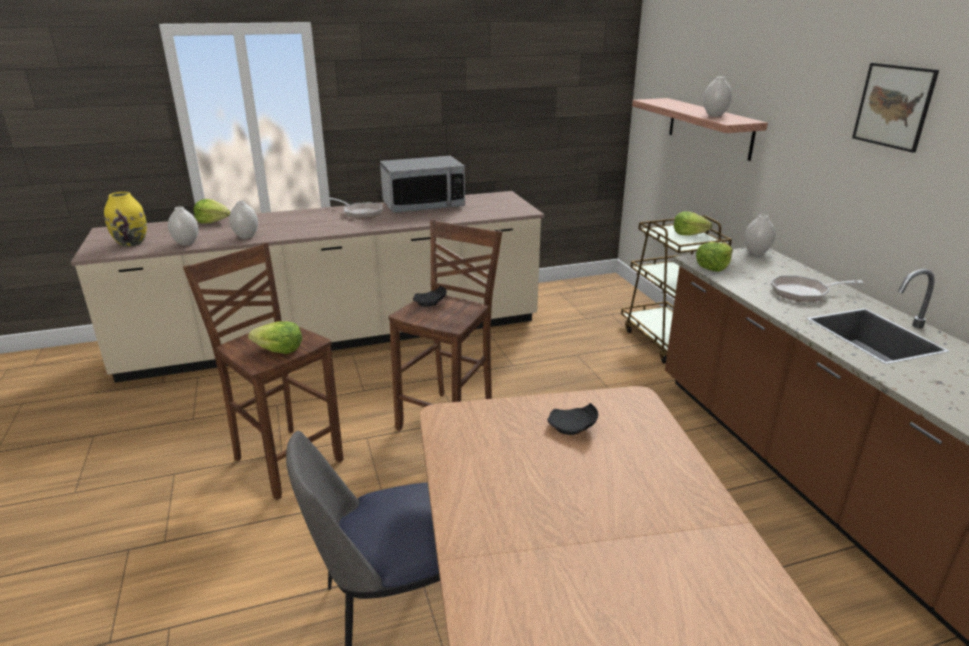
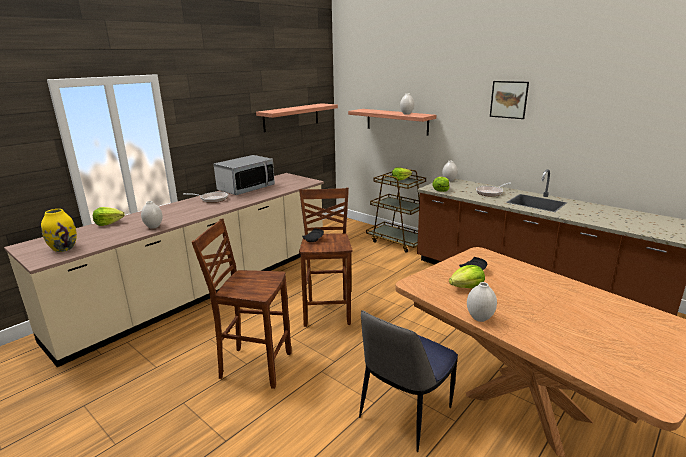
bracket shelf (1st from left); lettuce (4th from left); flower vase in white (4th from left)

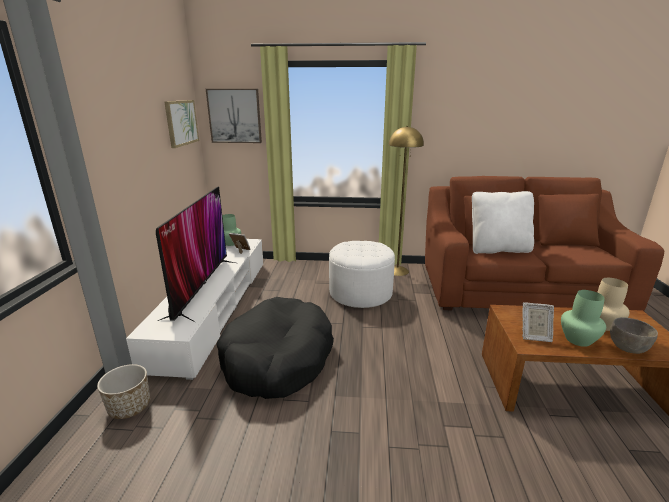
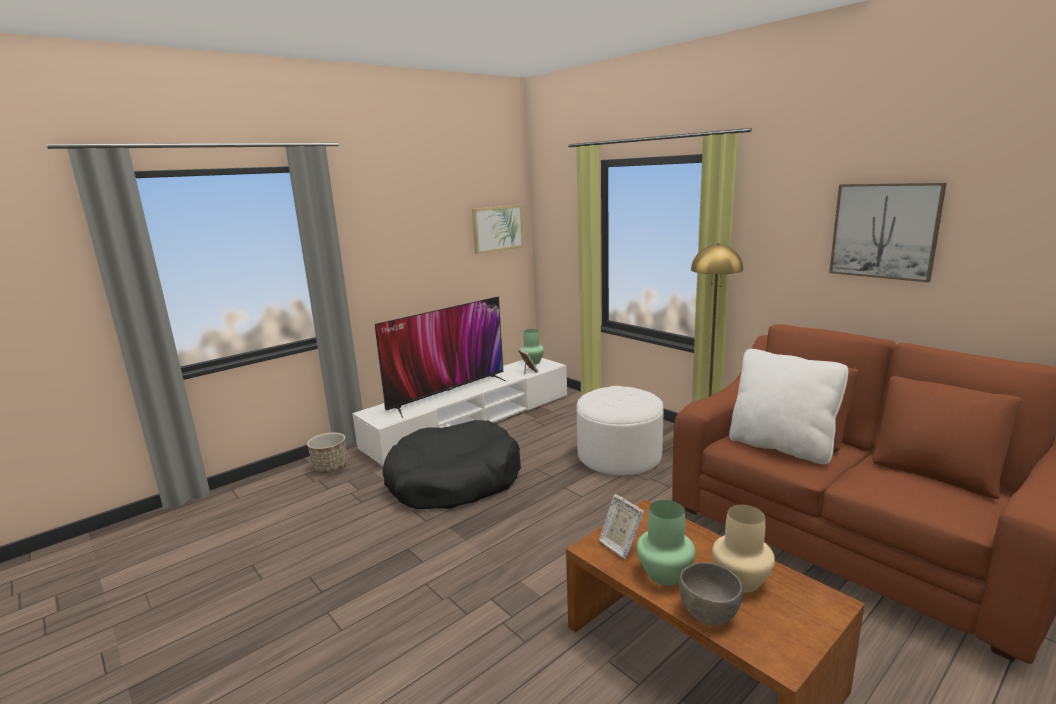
picture (2nd from left)

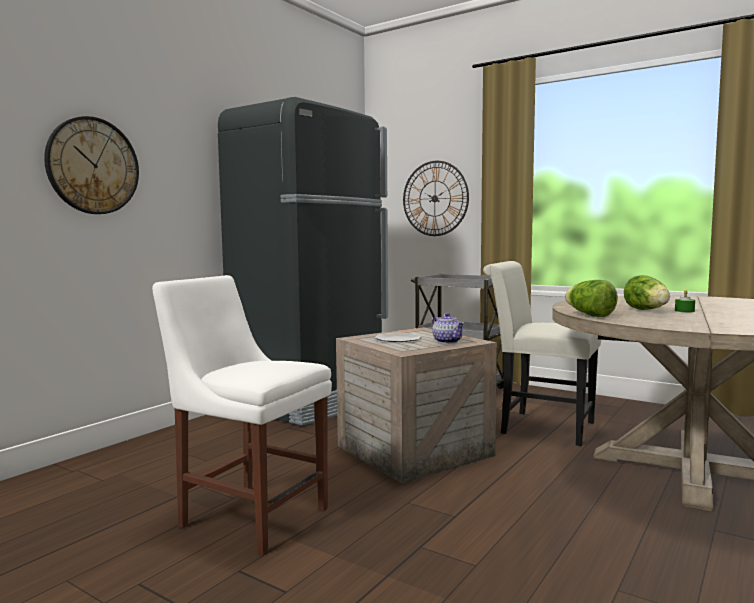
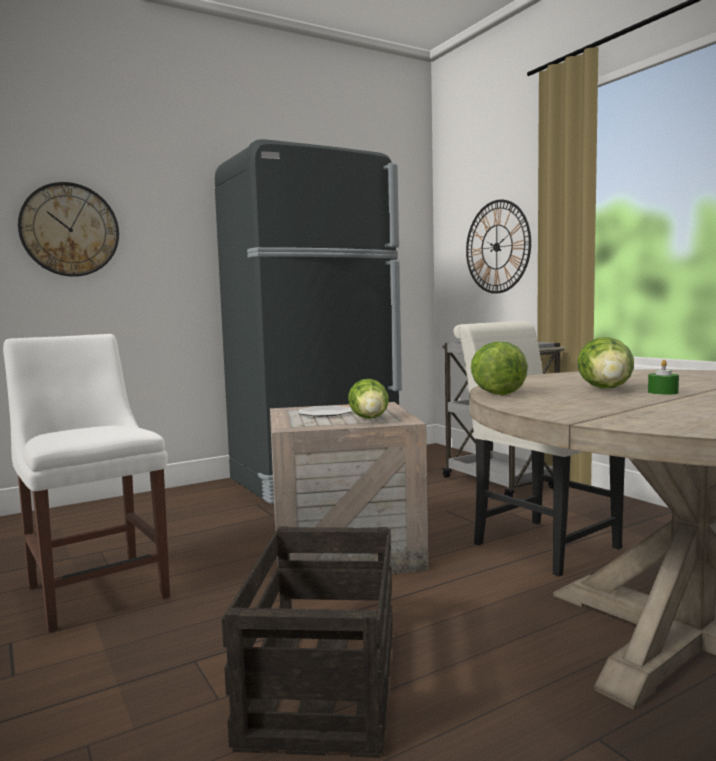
shipping crate (1st from left); lettuce (1st from left)

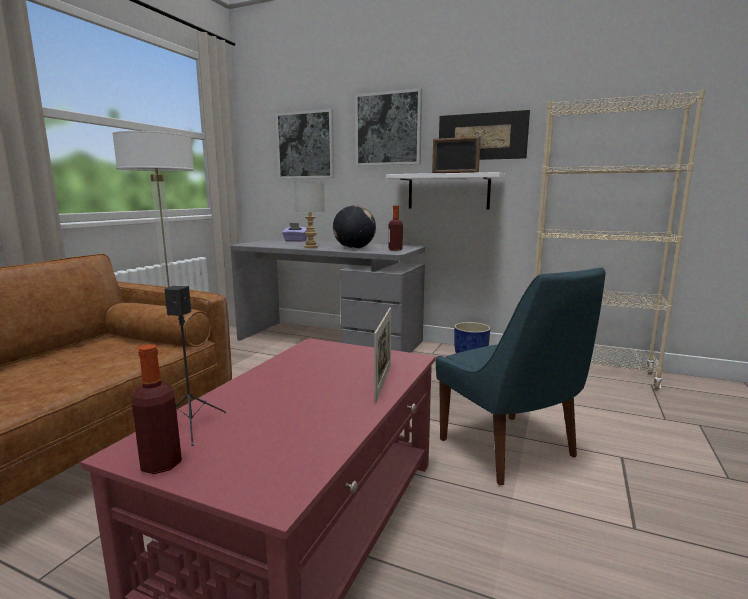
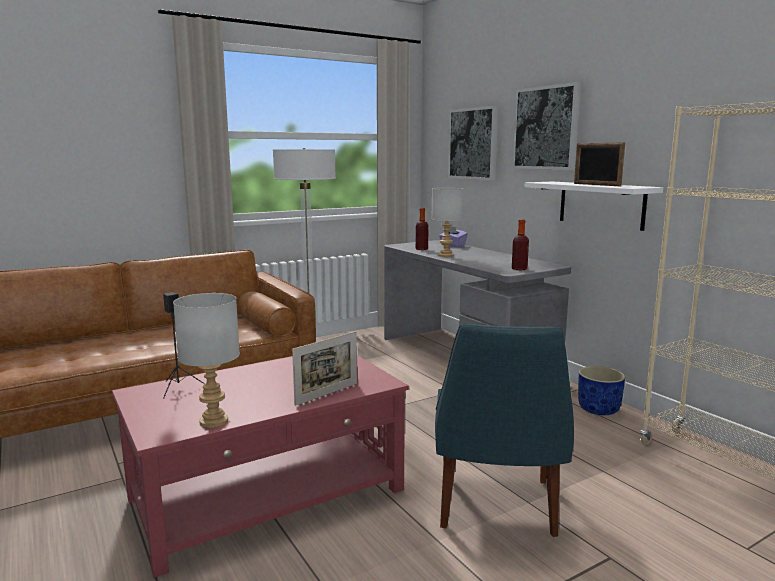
lamp for a table in grey (1st from left); drink bottle (1st from left); globe; picture (3rd from left in the first image)

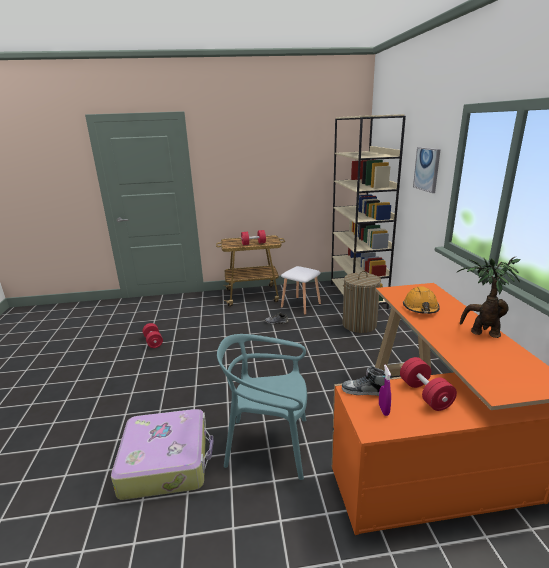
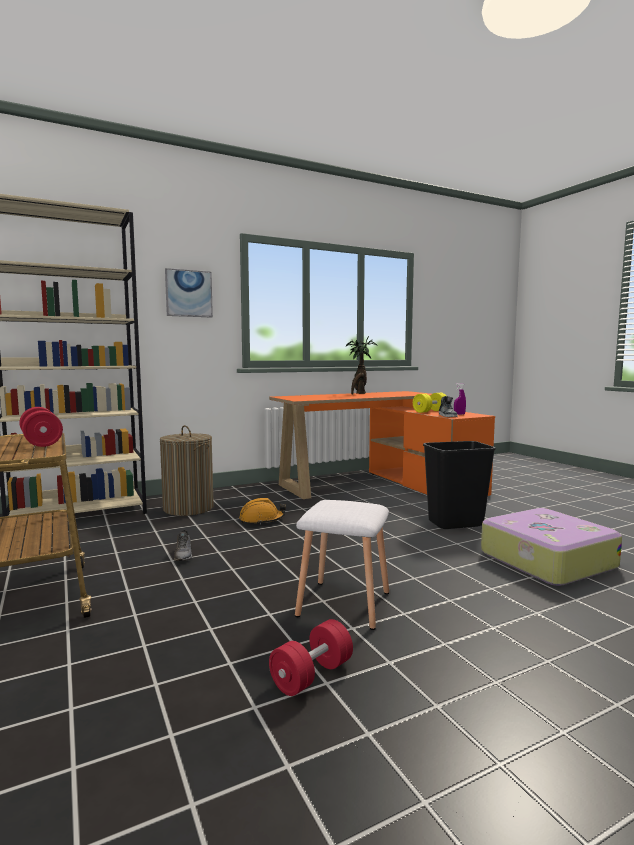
hard hat in orange; stool in white; dumbbell in yellow; rubbish bin in black

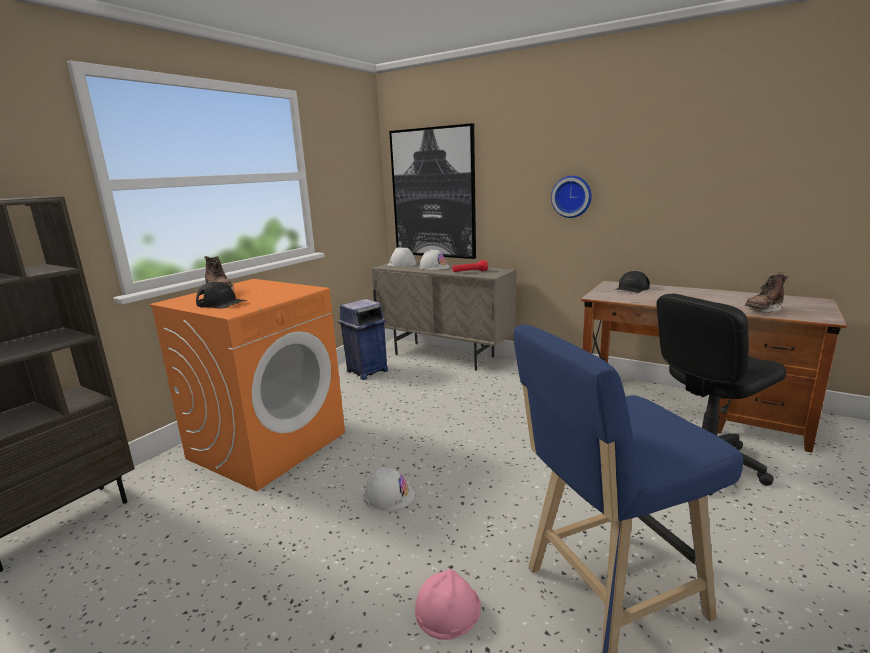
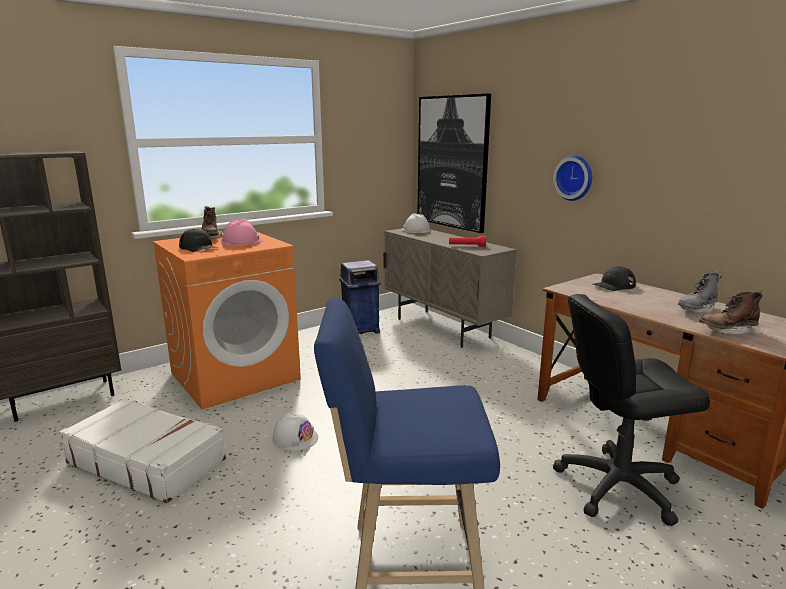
piece of luggage in white; hard hat in pink; high-top boot in grey; hard hat in white (3rd from left in the first image)

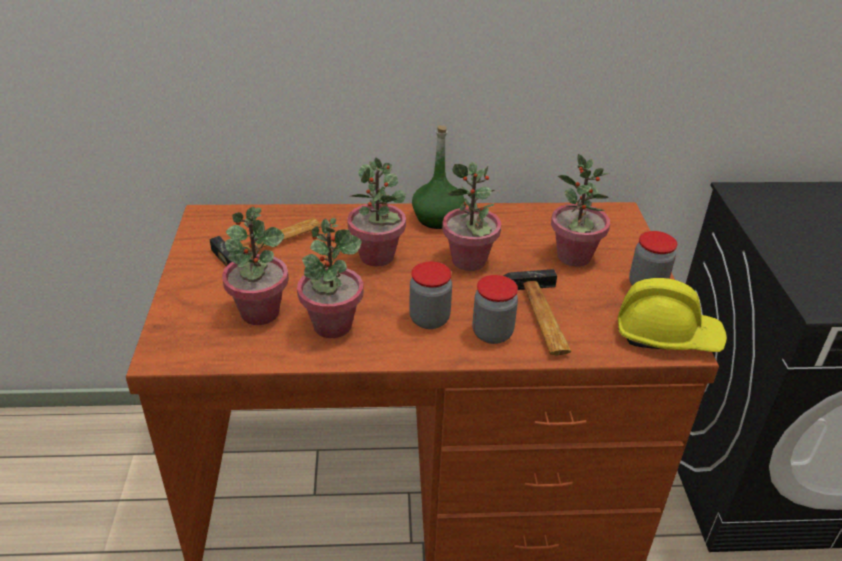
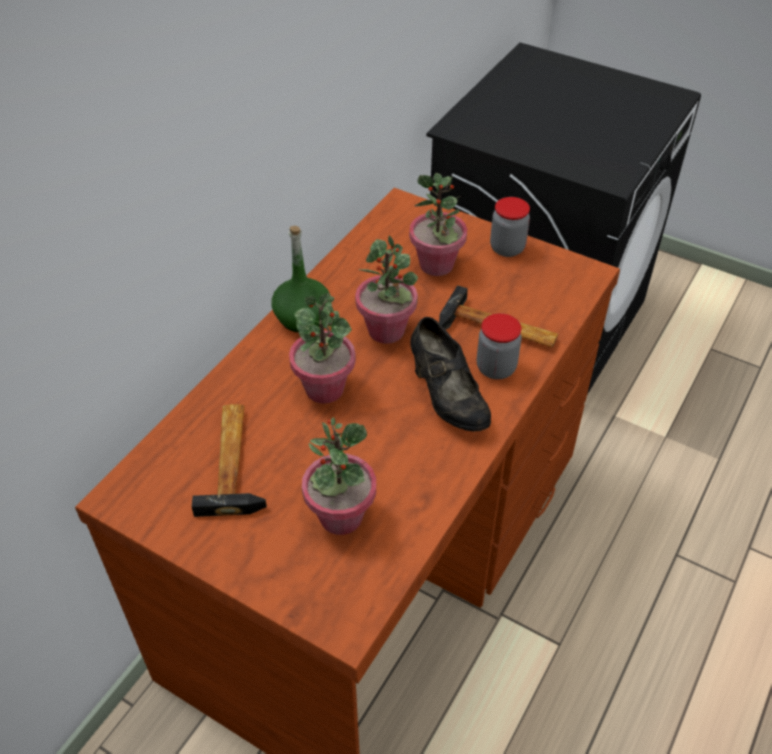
item of footwear in black; potted plant (2nd from left in the first image); hard hat in yellow

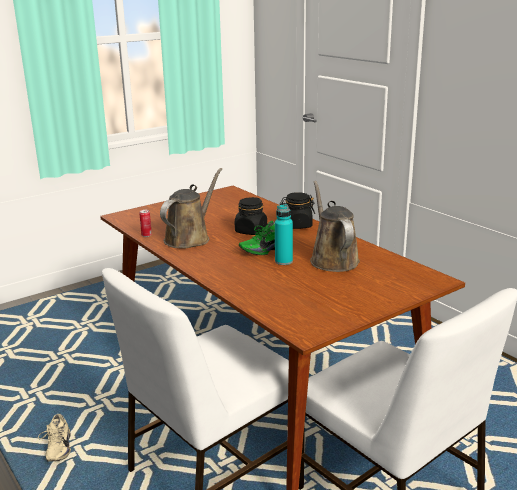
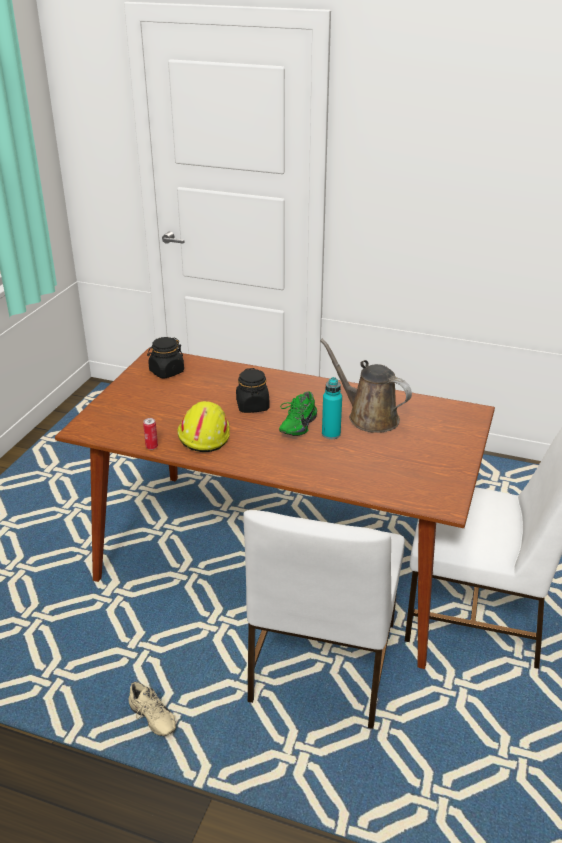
preserve jar in black (1st from left); hard hat in yellow

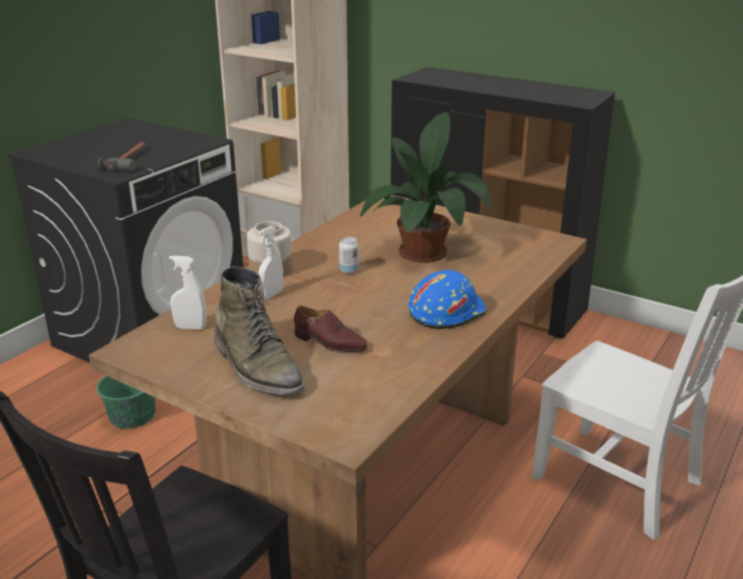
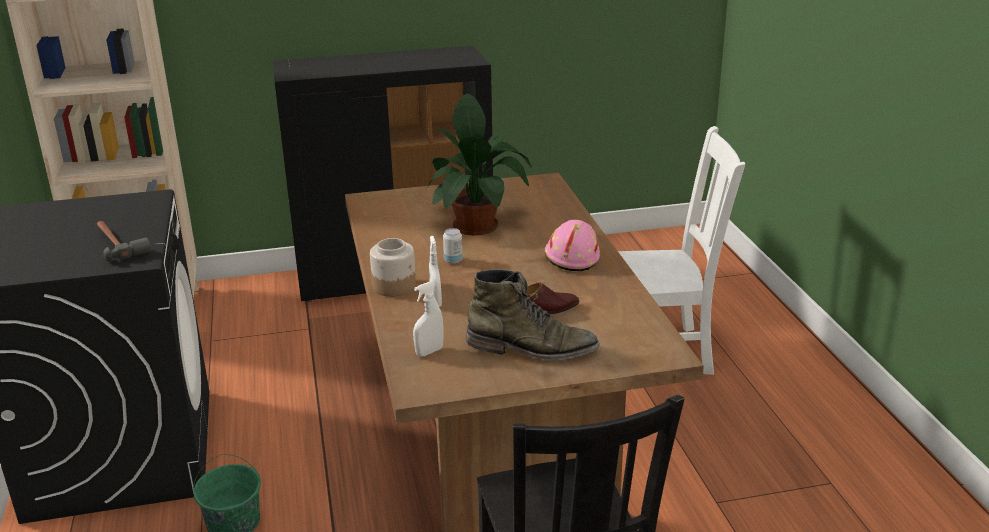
hard hat in pink

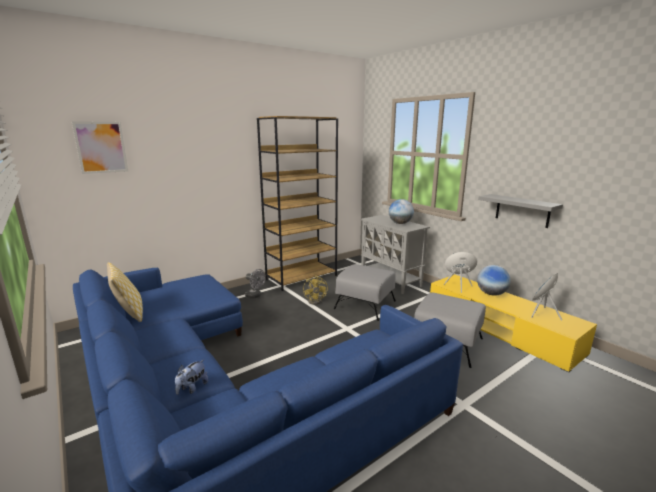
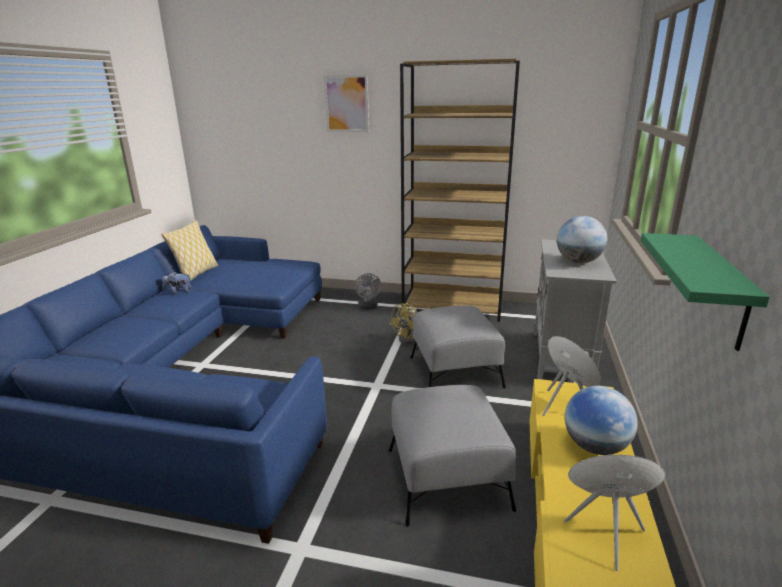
soft toy; picture; bracket shelf in greenish

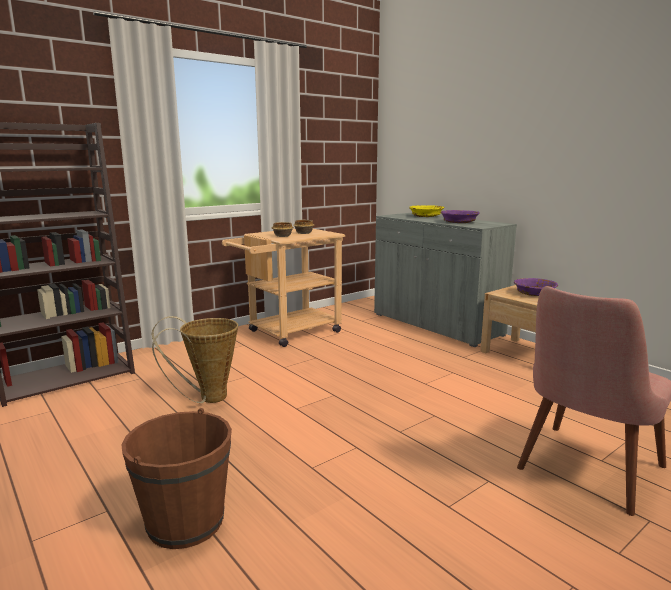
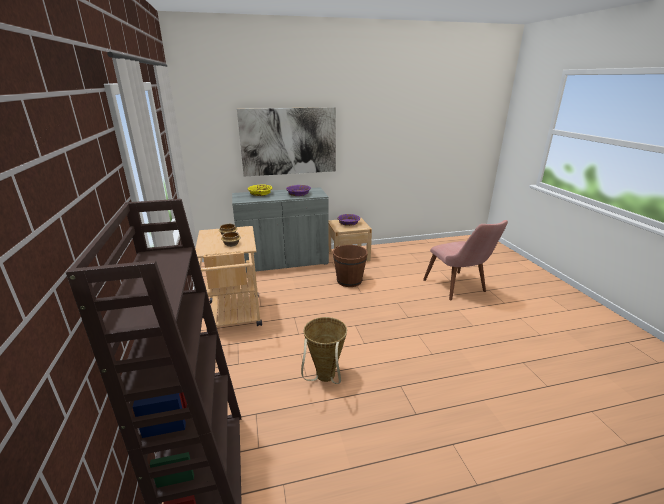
picture; water bucket in brownish

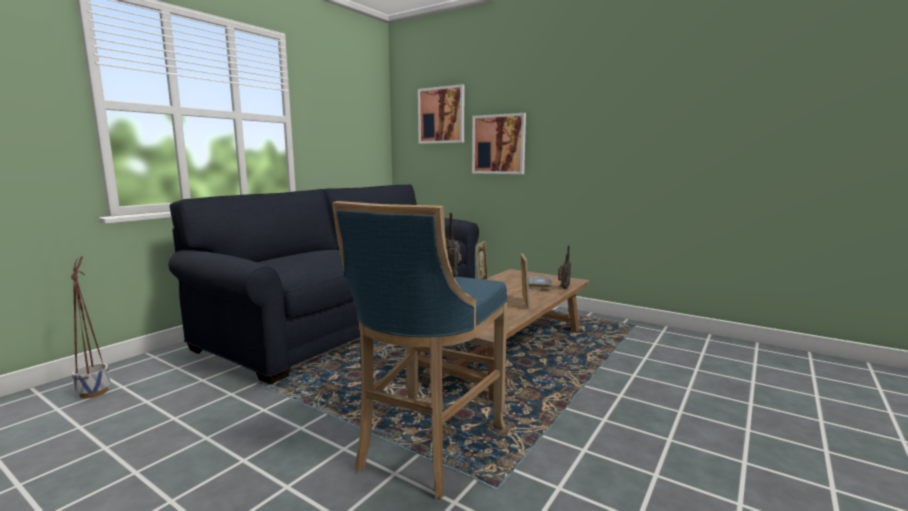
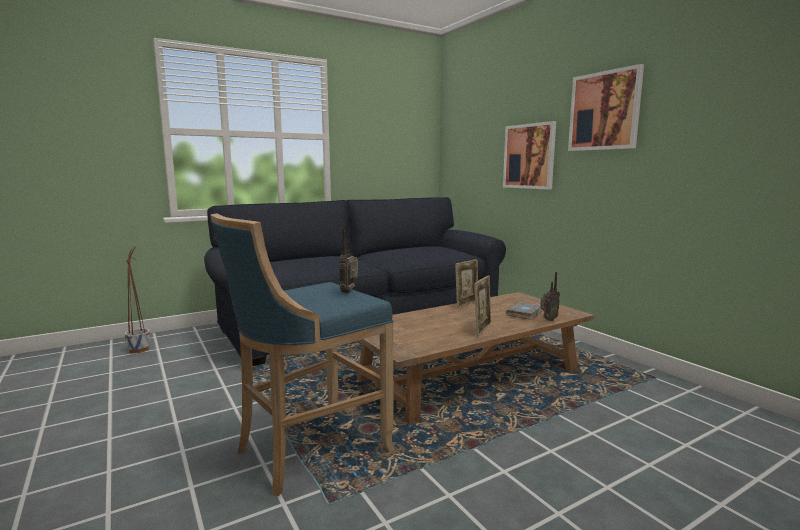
picture (2nd from left)

